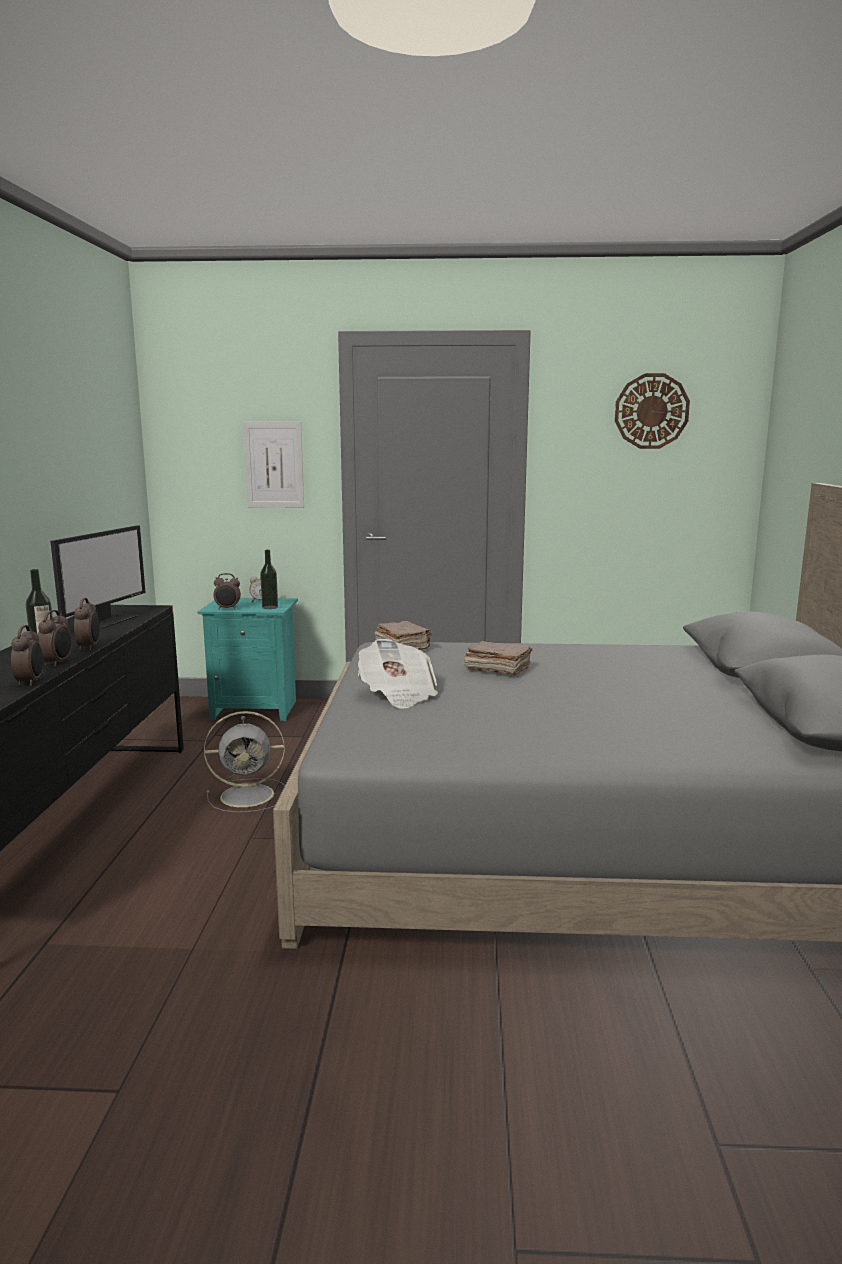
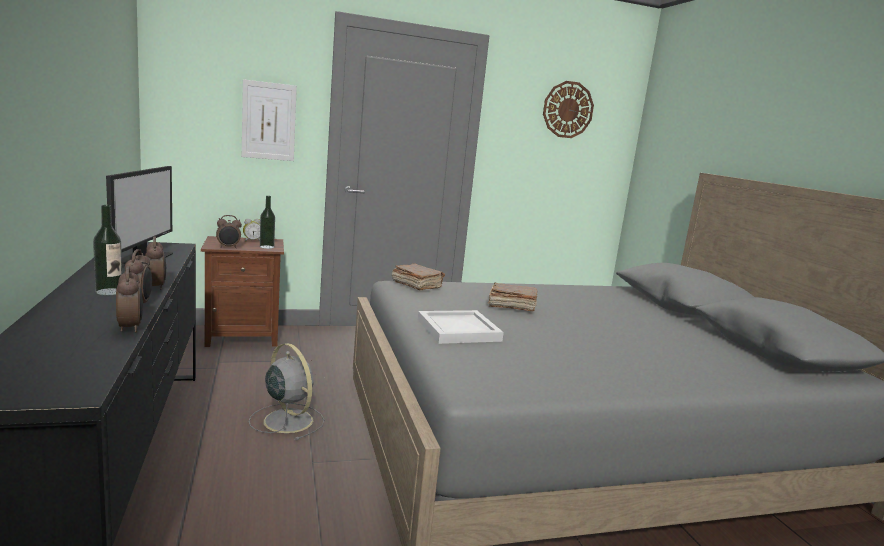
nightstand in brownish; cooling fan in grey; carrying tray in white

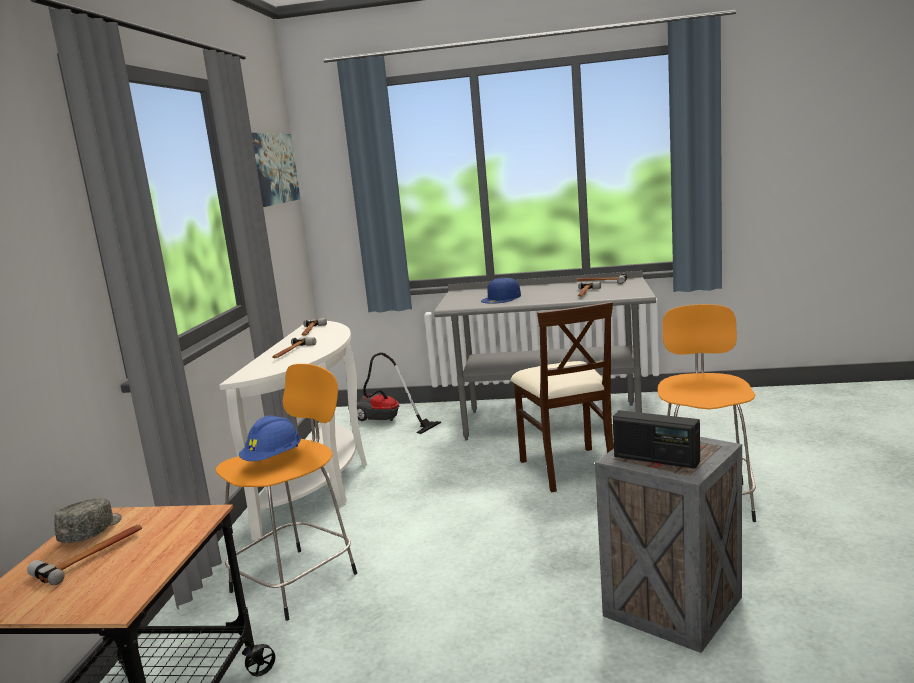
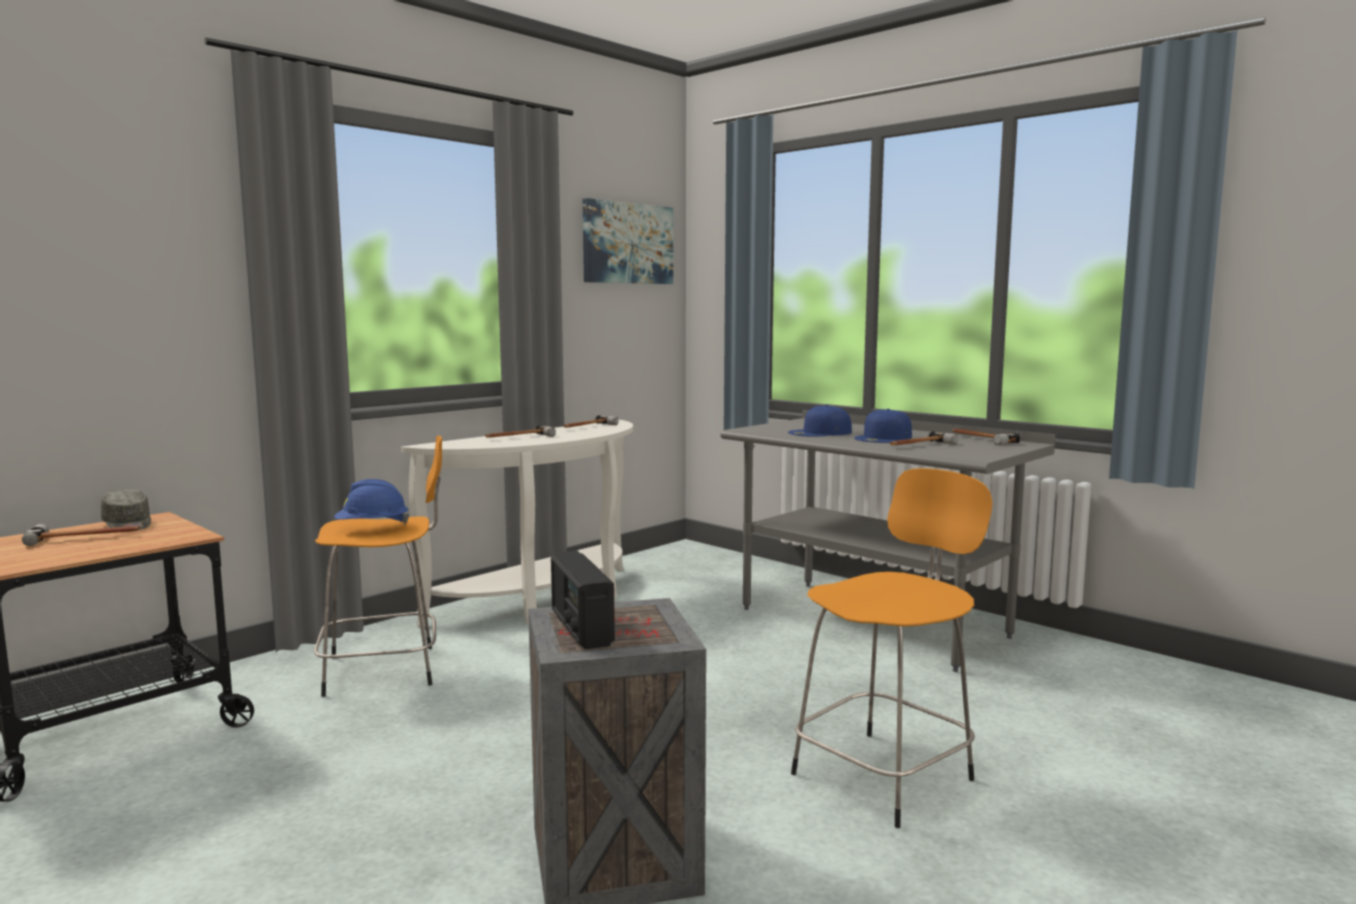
cap in grey; cap in blue (2nd from left); vacuum cleaner; upright chair in beige

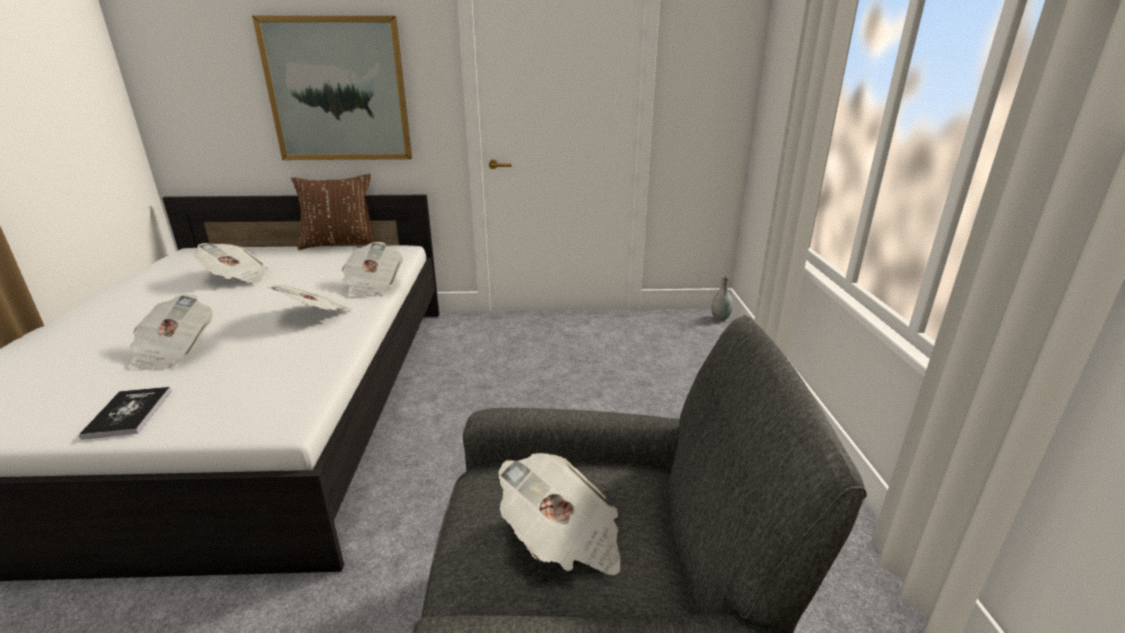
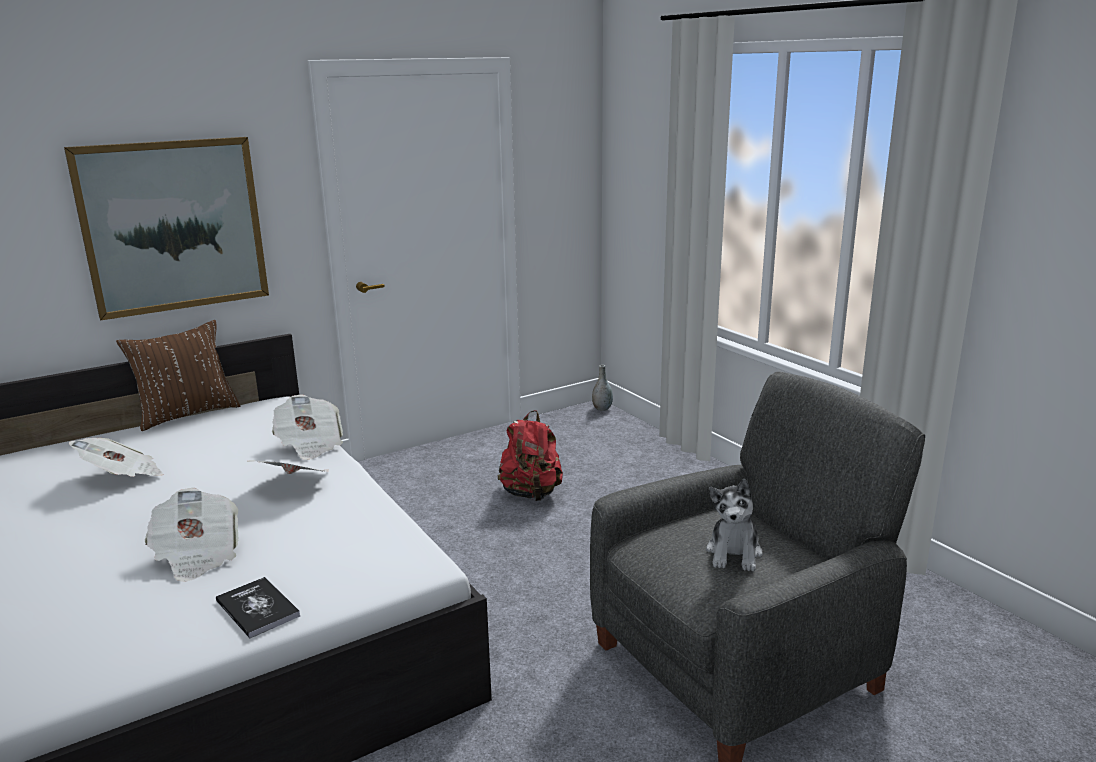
rucksack in red; soft toy

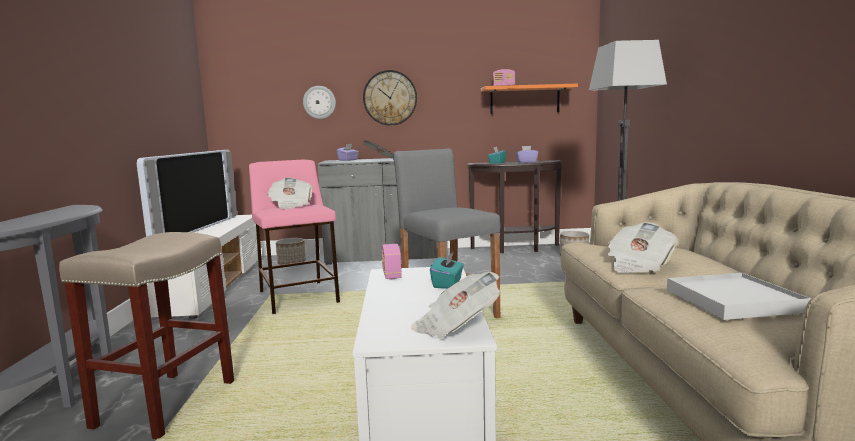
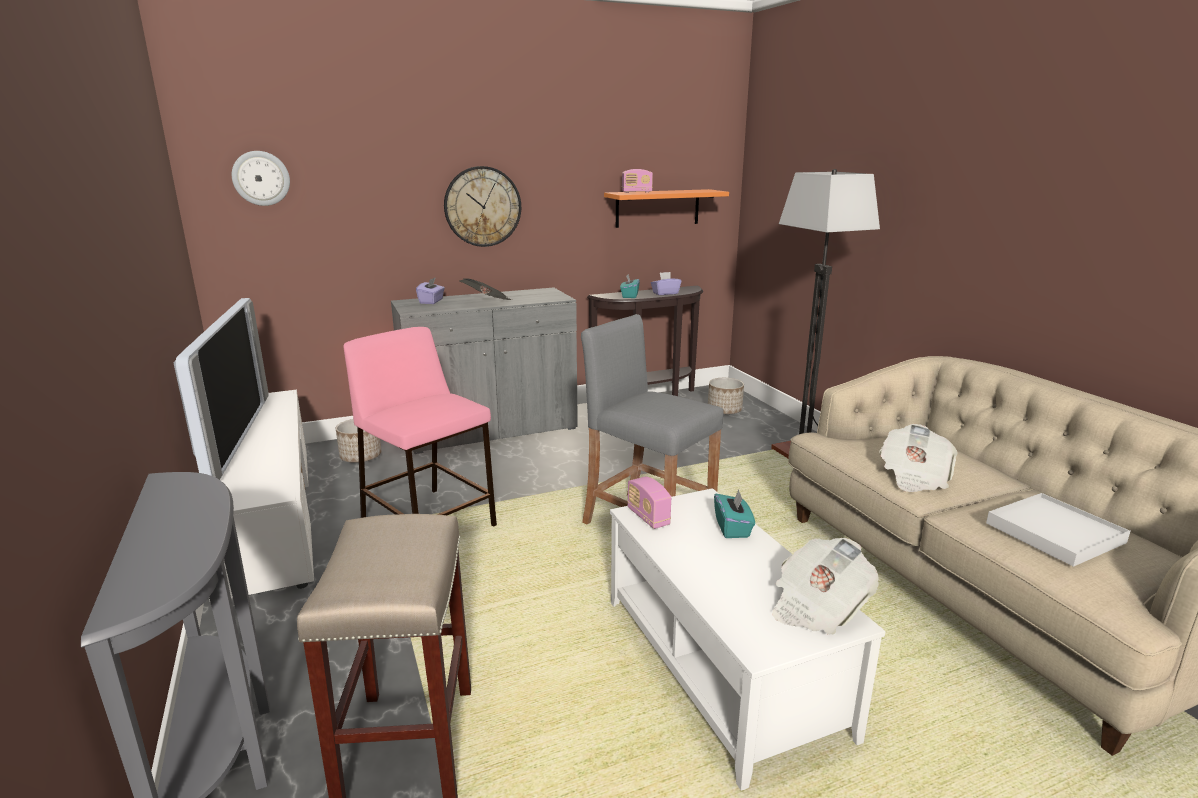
wall clock (1st from left); printed paper (1st from left in the first image)

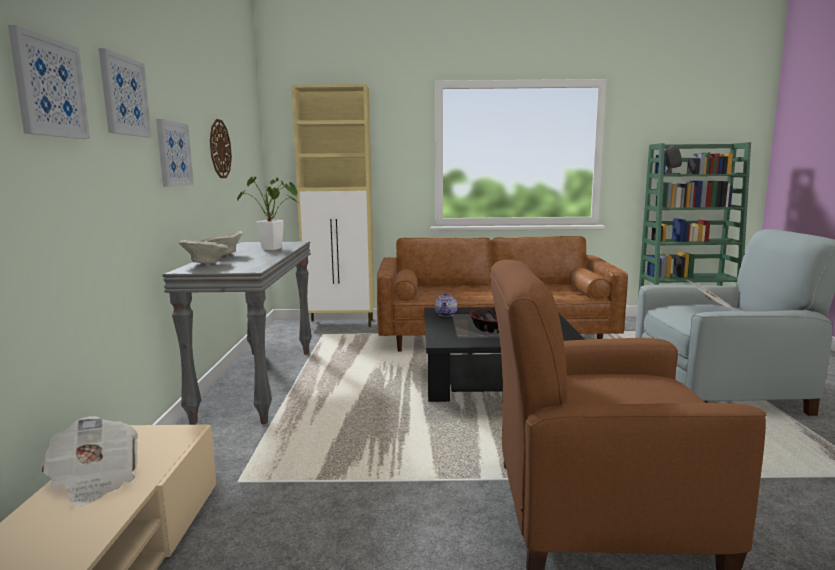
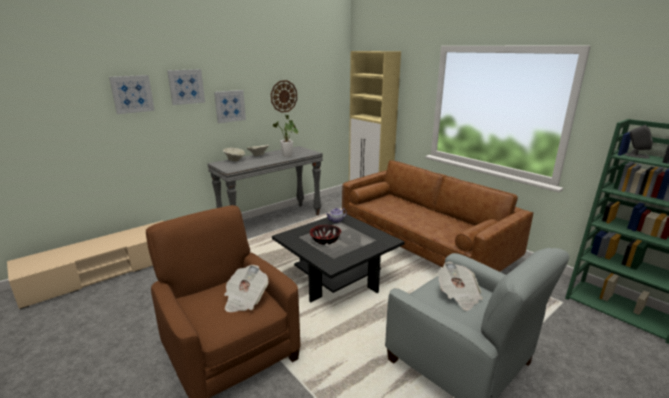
printed paper (1st from left)

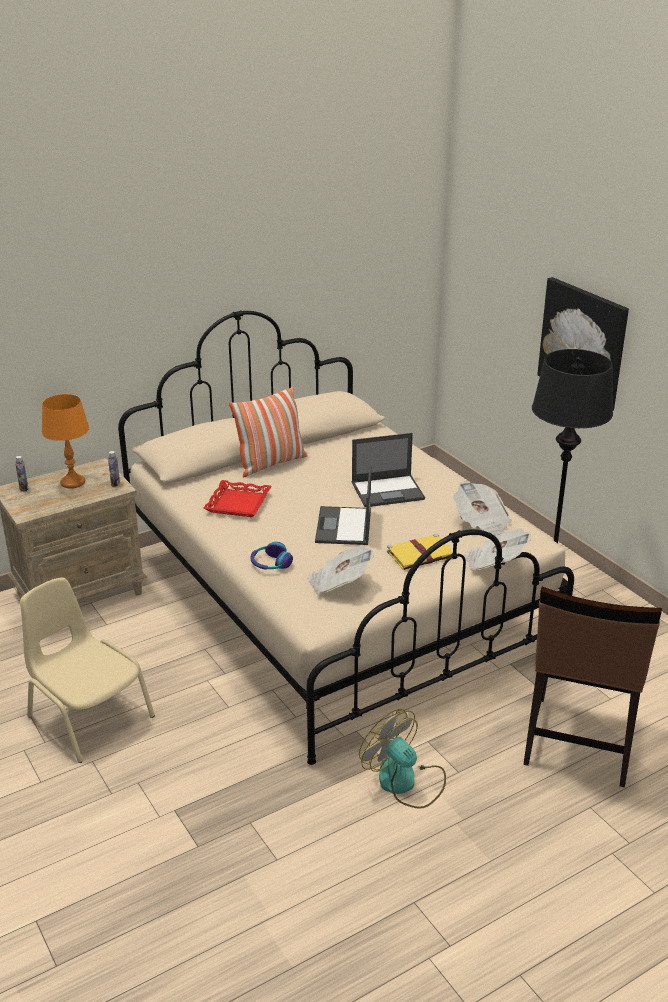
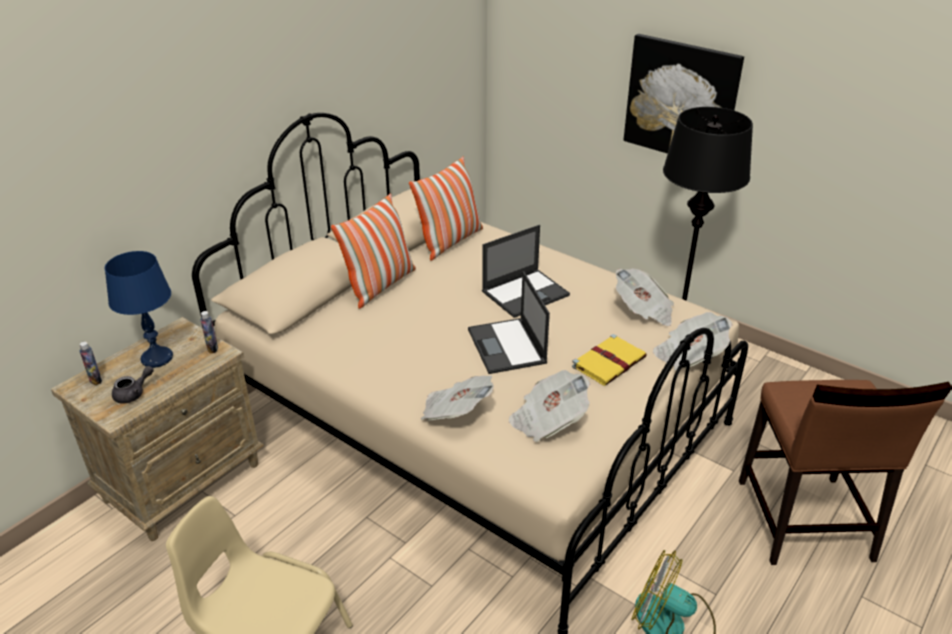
lamp for a table in blue; tea pot in grey; cushion (2nd from left); printed paper (1st from left); carrying tray in red

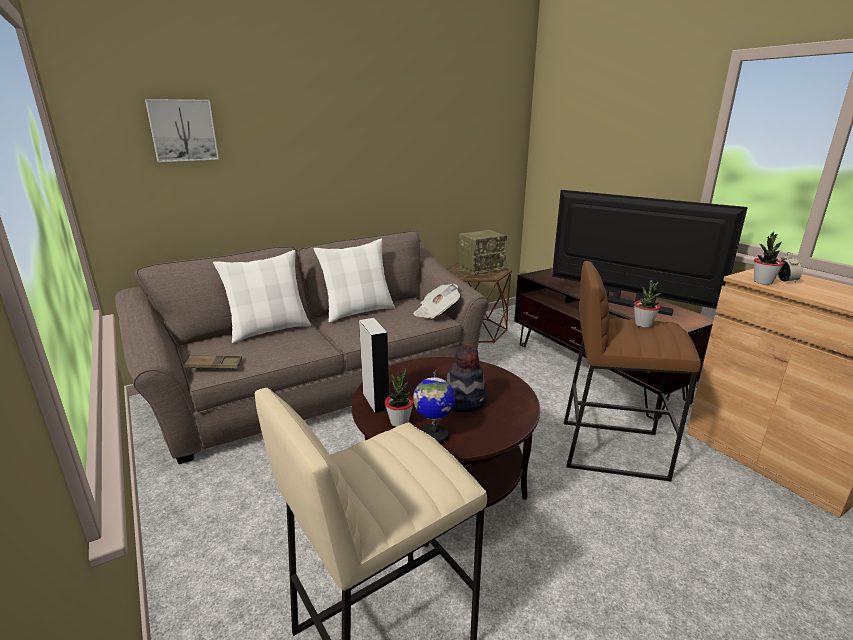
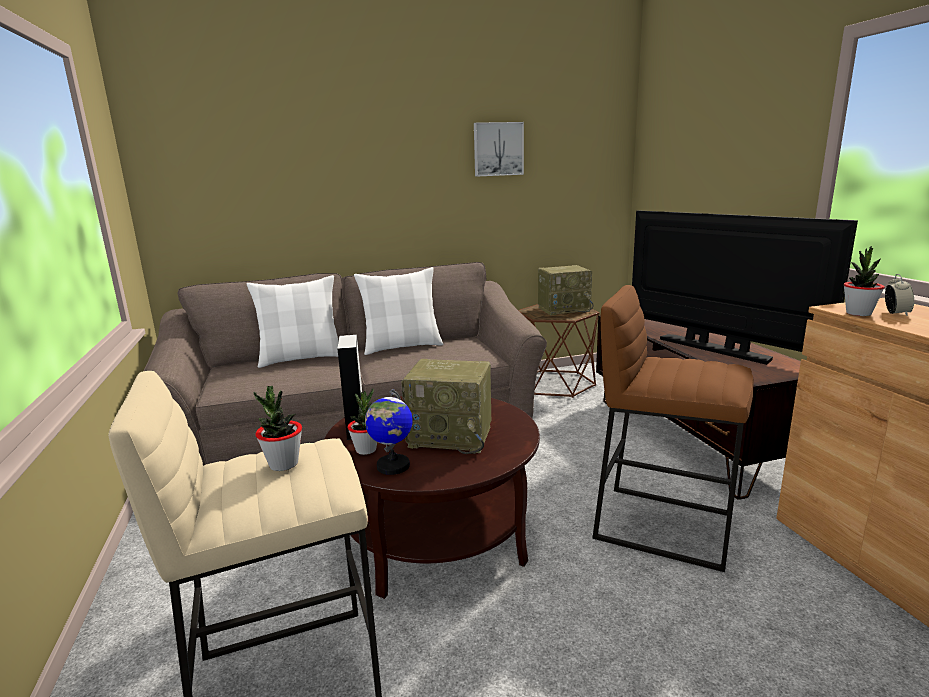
potted plant (1st from left); radio receiver (1st from left); picture; carrying tray in brownish; printed paper

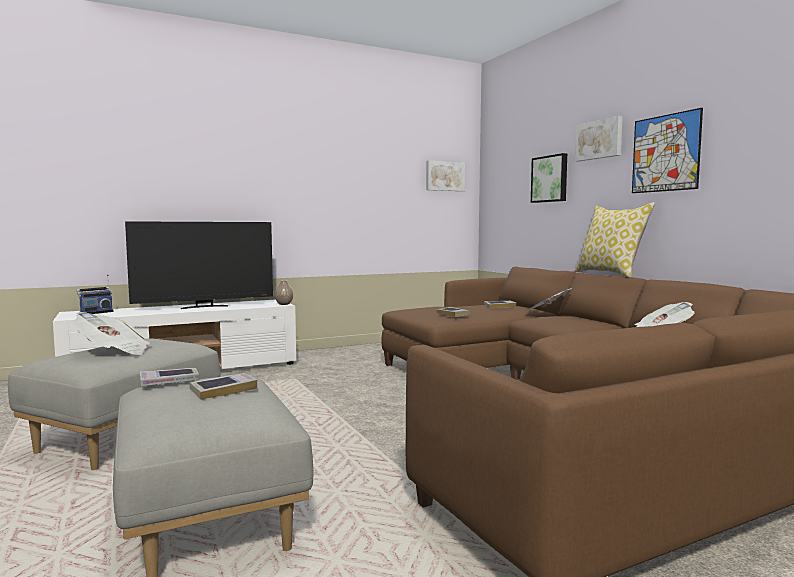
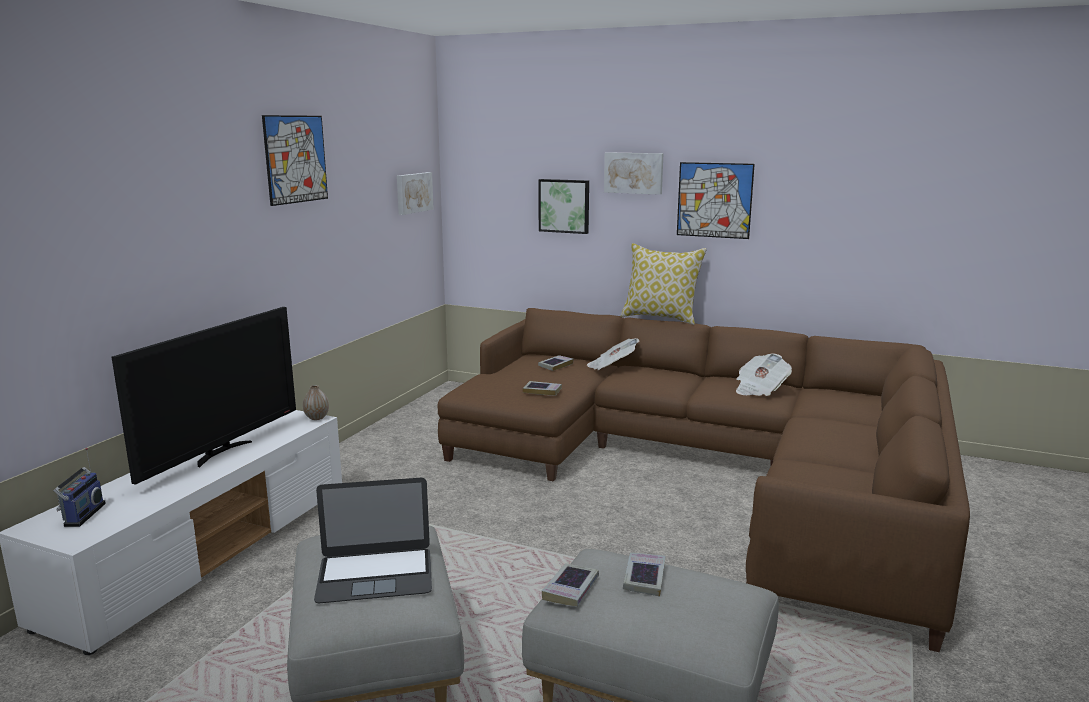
picture (1st from left); laptop

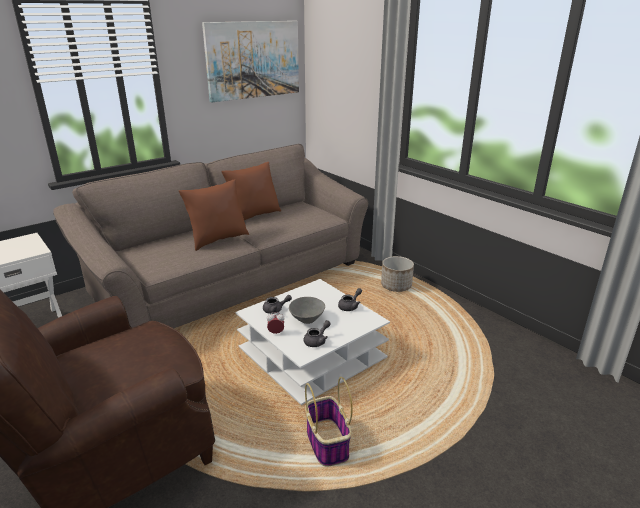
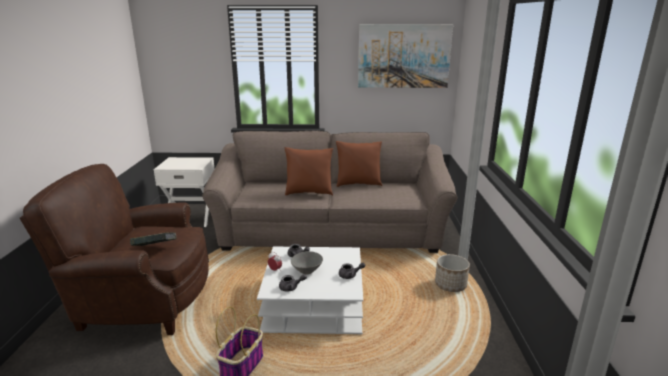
book

